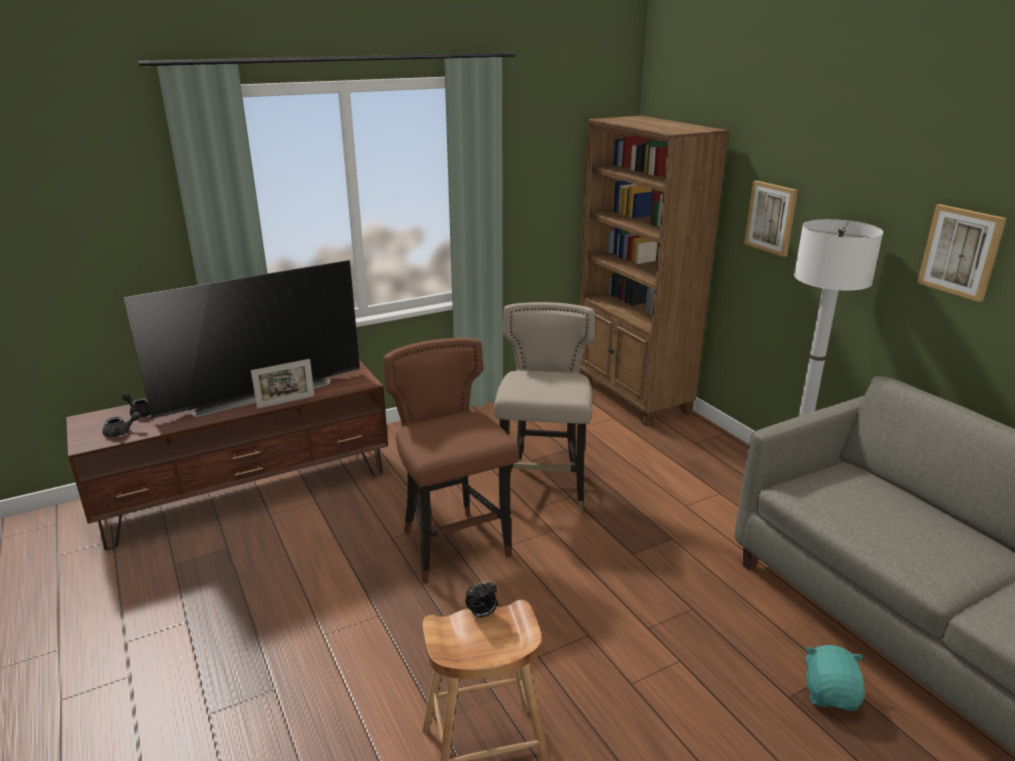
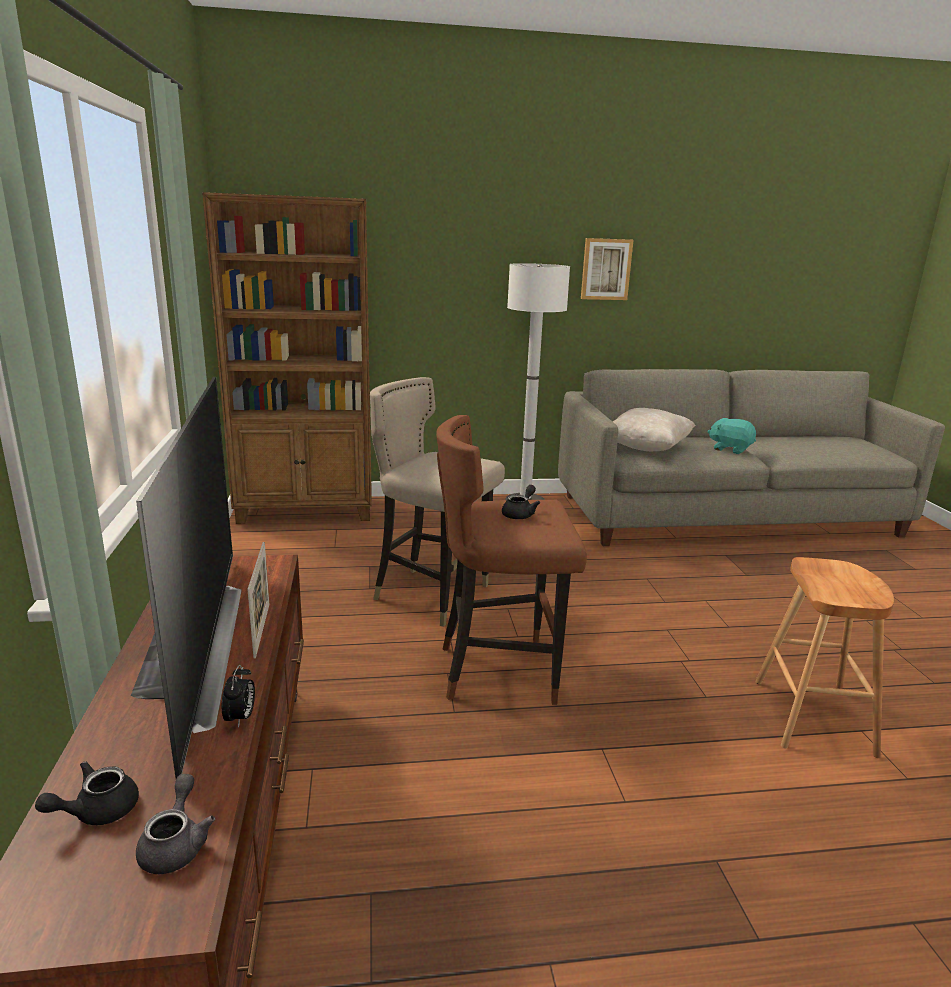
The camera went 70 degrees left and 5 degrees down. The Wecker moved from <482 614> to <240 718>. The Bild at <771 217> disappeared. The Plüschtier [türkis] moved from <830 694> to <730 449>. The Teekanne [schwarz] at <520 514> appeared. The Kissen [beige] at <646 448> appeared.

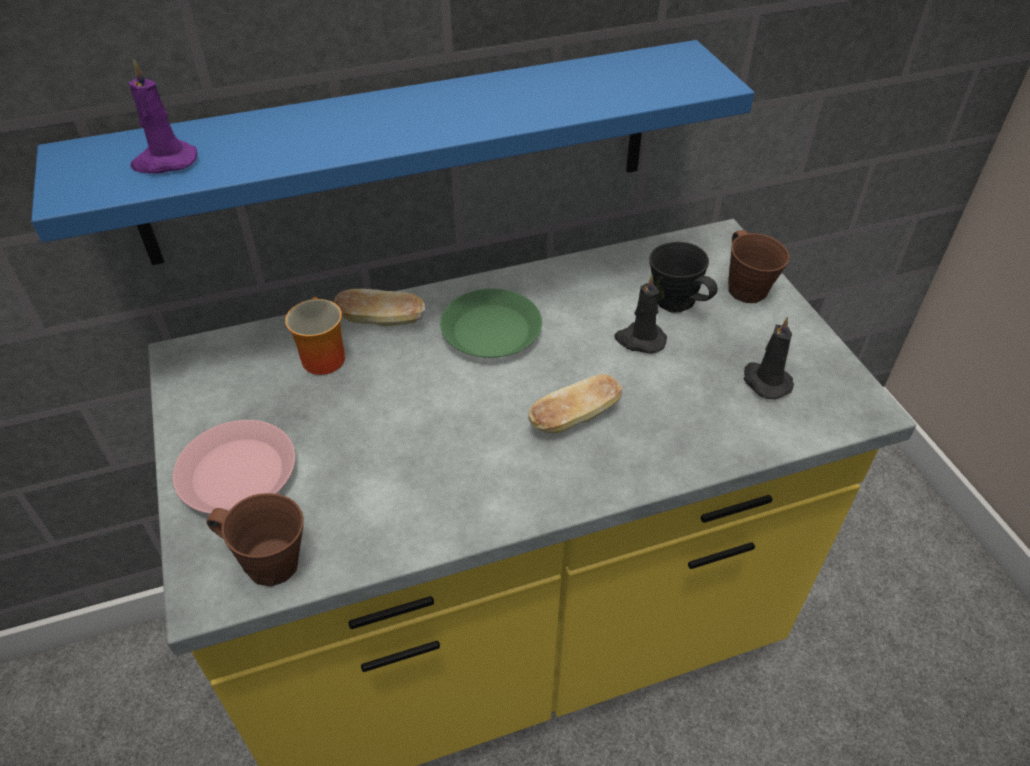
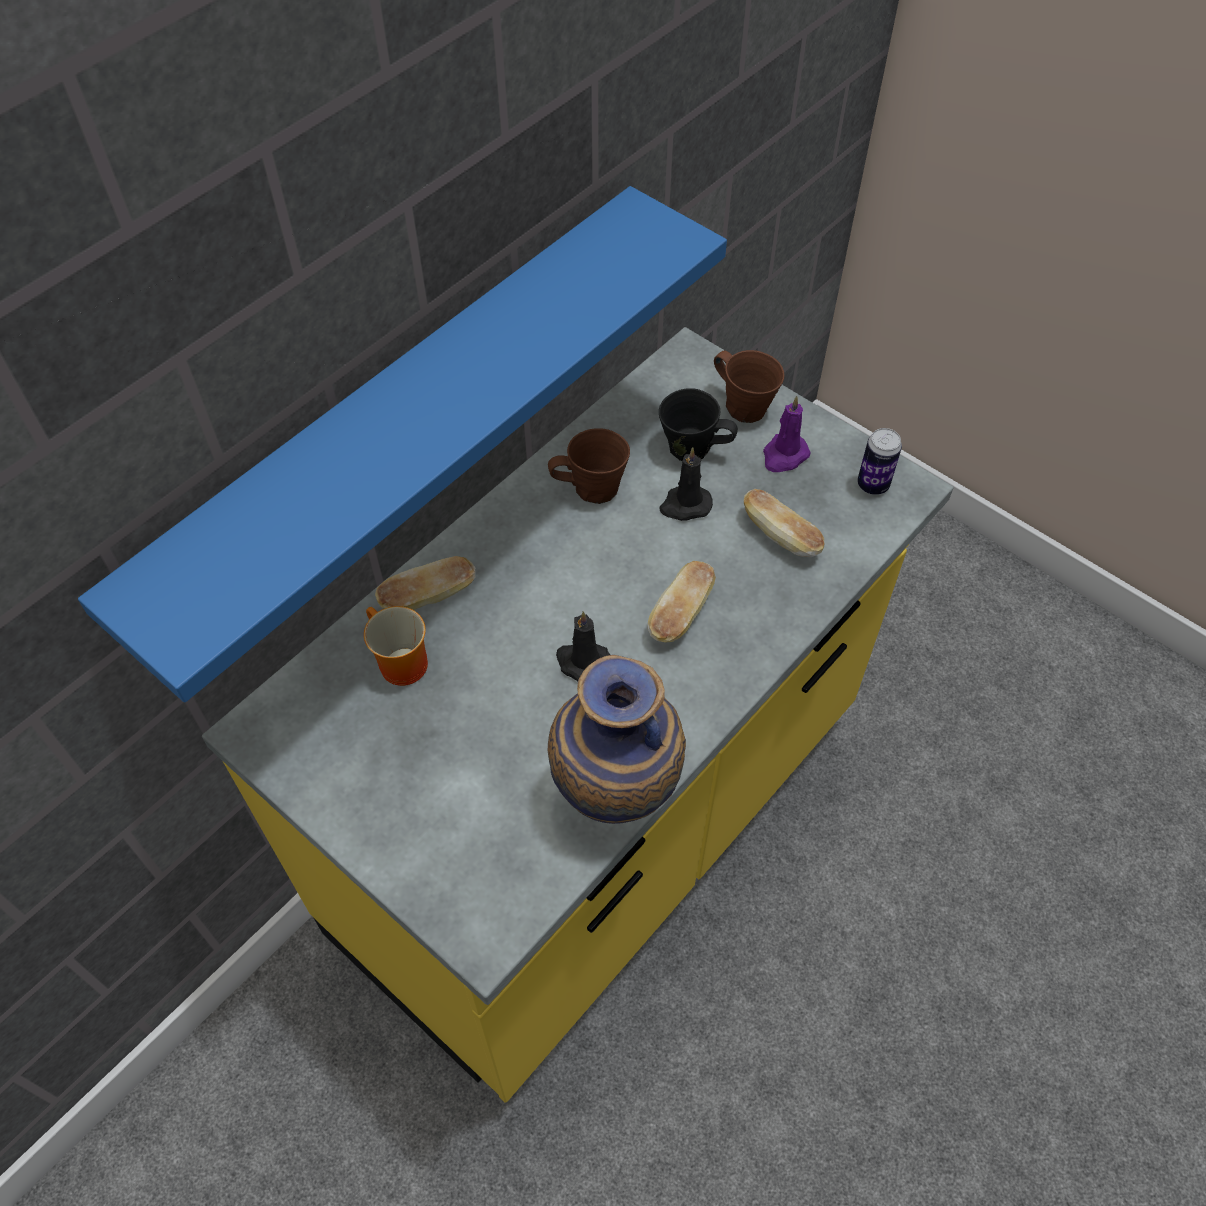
The camera went 30 degrees left and 10 degrees up. The Kerze [lila] moved from <164 162> to <784 456>. The Teller [rosa] at <237 474> disappeared. The Henkelbecher [braun] moved from <270 561> to <593 488>. The Teller [grün] at <491 331> disappeared. The Kerze [schwarz] moved from <765 381> to <582 662>. The Vase at <617 795> appeared. The Brot at <780 535> appeared. The Dose at <873 485> appeared.

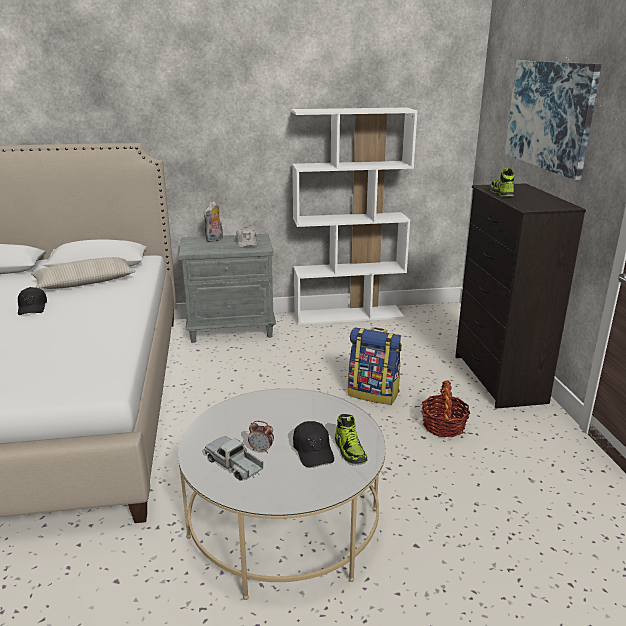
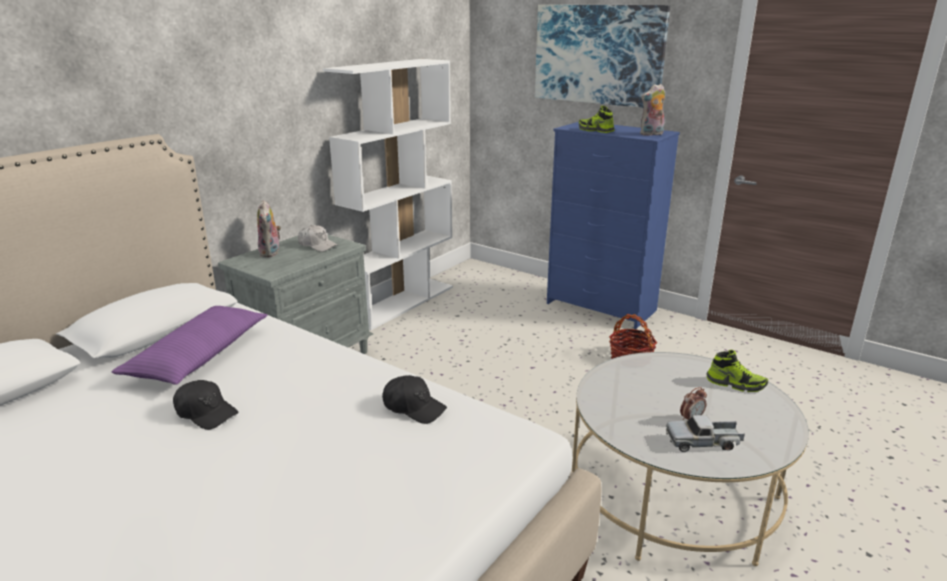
The camera went 45 degrees left and 0 degrees up. The Kissen [beige] at <85 282> became the Kissen [lila] at <199 356>. The Kappe [schwarz] moved from <313 450> to <413 407>. The Rucksack at <374 393> disappeared. The Kommode [schwarz] at <498 379> became the Kommode [blau] at <601 307>. The Plüschtier at <651 134> appeared.

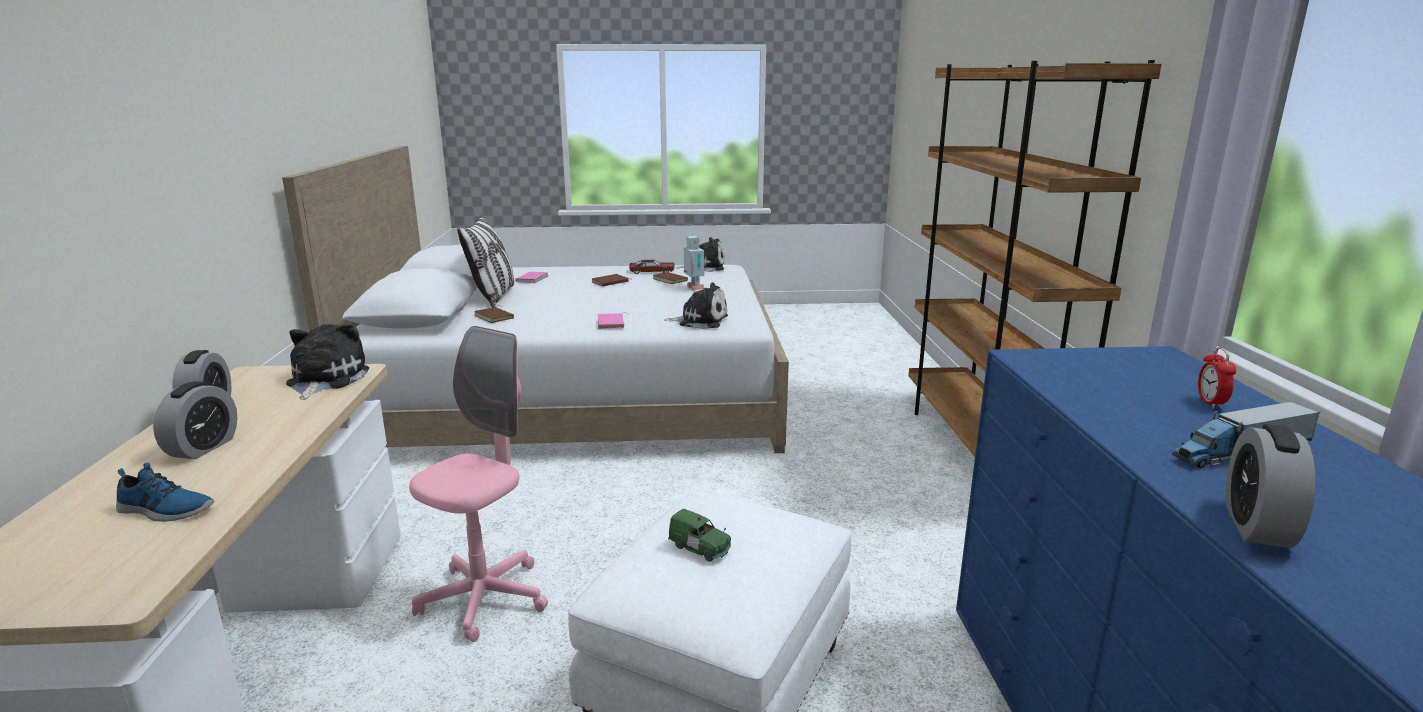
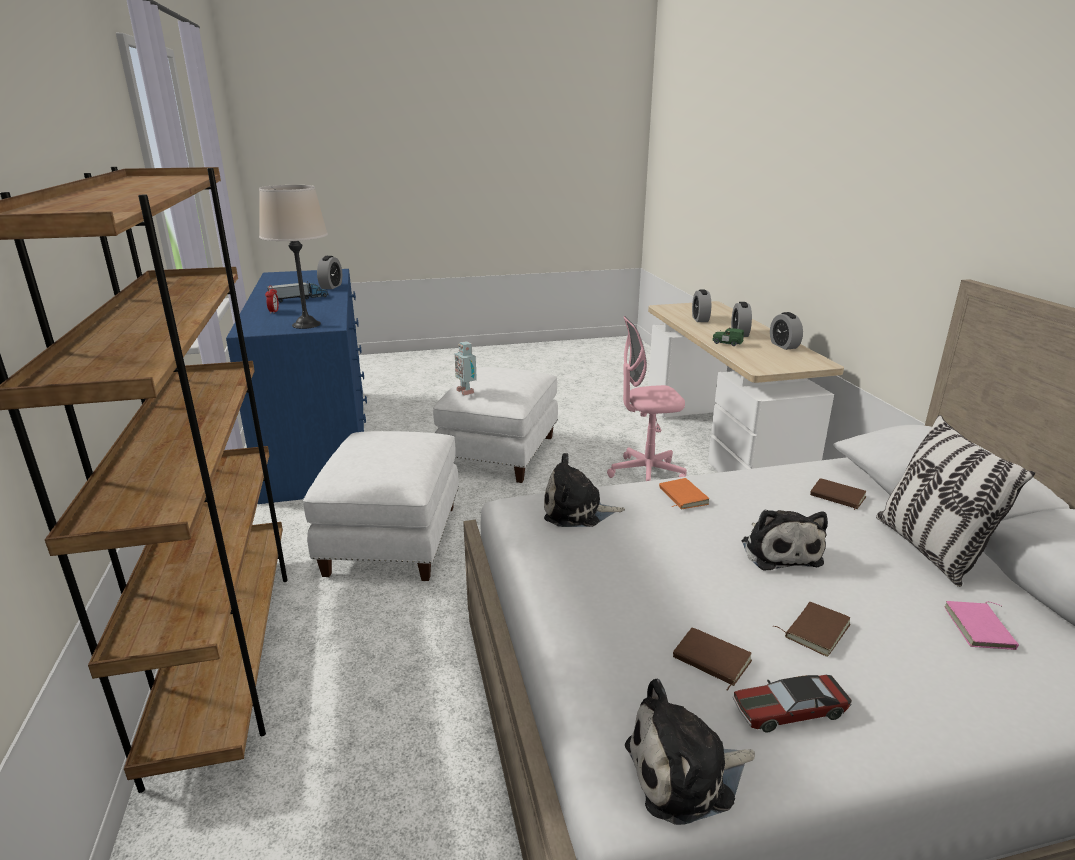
The camera went 170 degrees right and 5 degrees up. The Schuh at <164 510> was replaced by the Wecker at <700 319>. The Plüschtier moved from <325 380> to <779 551>. The Bürostuhl [rosa] at <484 599> turned 60 degrees clockwise. The Buch [rosa] at <612 323> became the Buch [orange] at <681 496>. The Spielzeugauto [grün] moved from <700 548> to <727 343>. The Spielzeugroboter moved from <694 288> to <466 391>. The Tischlampe [beige] at <306 325> appeared. The Polsterhocker [weiß] at <394 540> appeared.

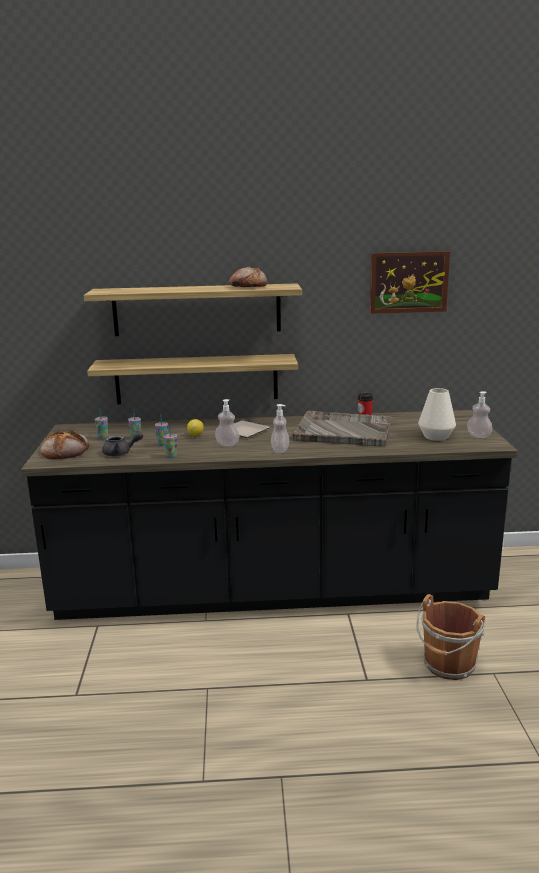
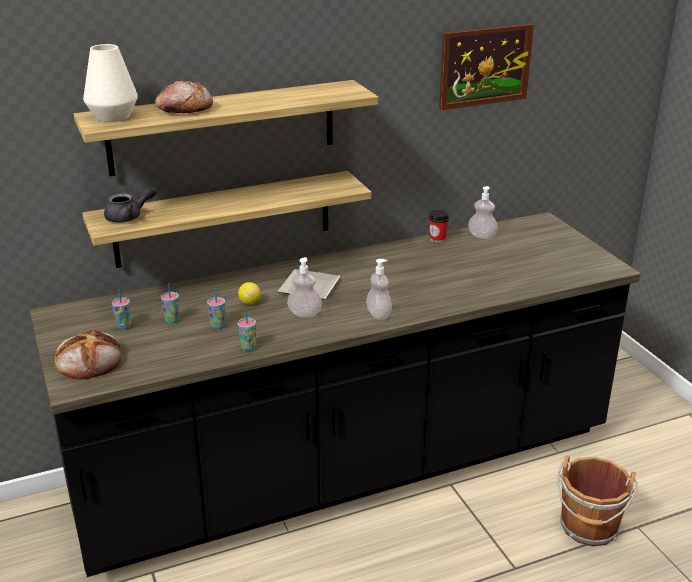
The camera went 20 degrees left and 10 degrees up. The Teekanne [grau] moved from <121 453> to <129 217>. The Brot moved from <248 287> to <184 109>. The Tablett [grau] at <342 431> disappeared. The Vase [weiß] moved from <436 437> to <112 117>. The Seifenspender moved from <478 436> to <482 236>.

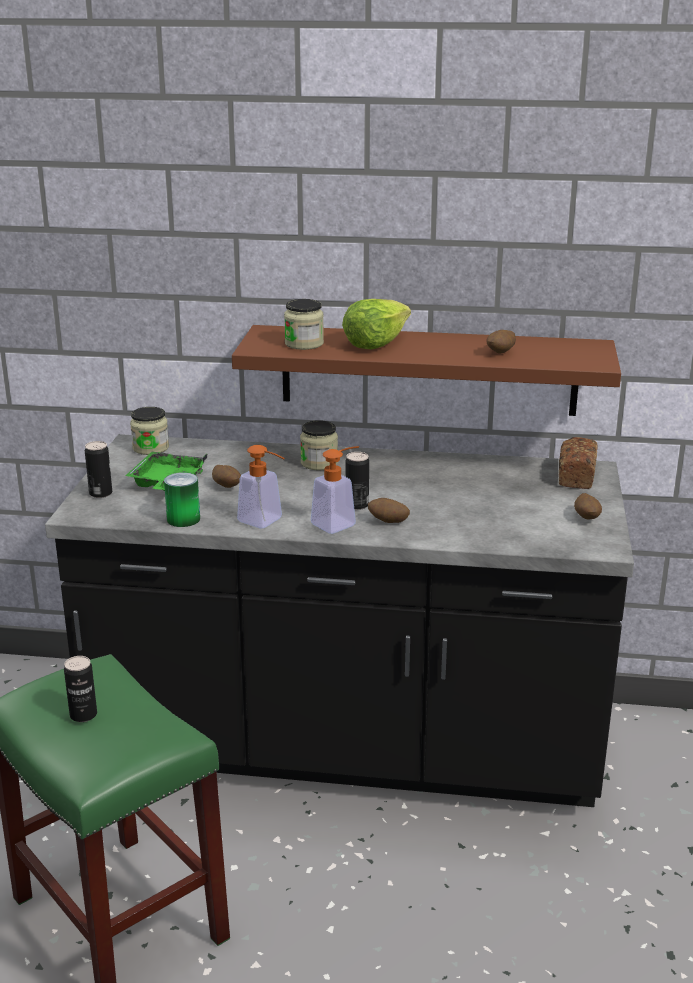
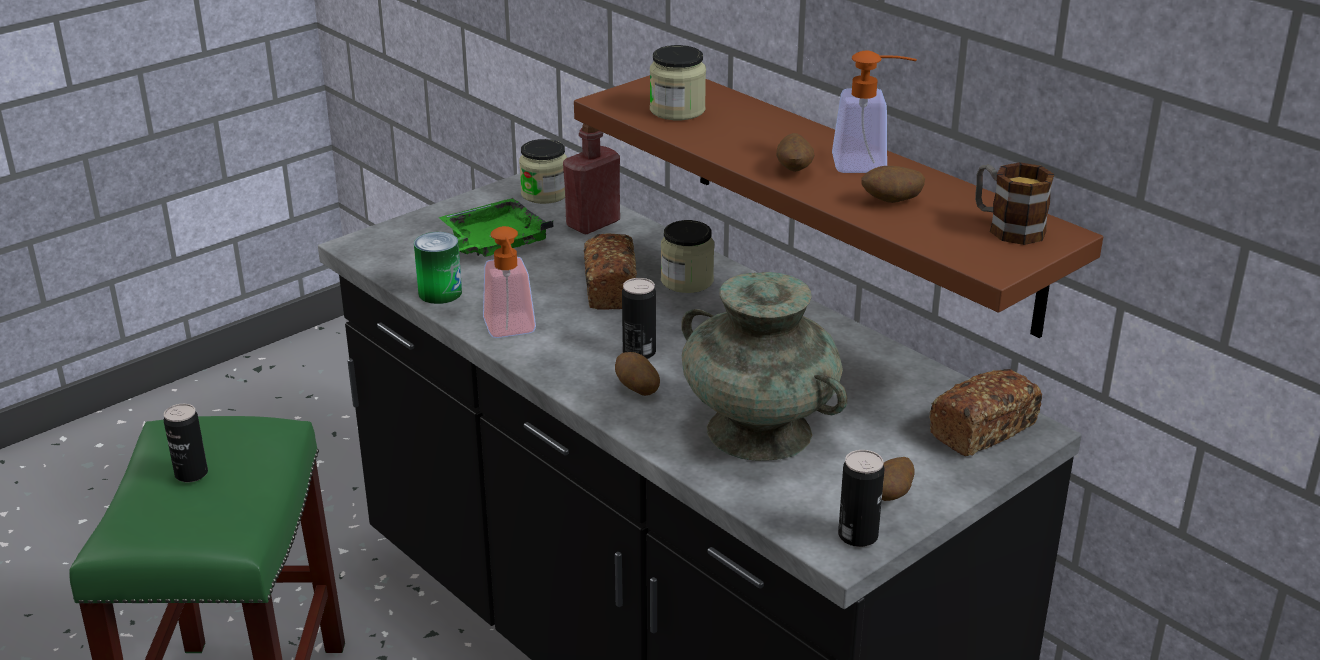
The camera went 40 degrees right and 5 degrees up. The Dose moved from <100 493> to <858 536>. The Kartoffel moved from <227 487> to <794 170>. The Seifenspender moved from <339 522> to <870 164>. The Salatkopf at <375 343> disappeared. The Flasche [rot] at <593 223> appeared. The Brot at <610 289> appeared. The Vase [türkis] at <758 431> appeared. The Henkelbecher at <1007 227> appeared.

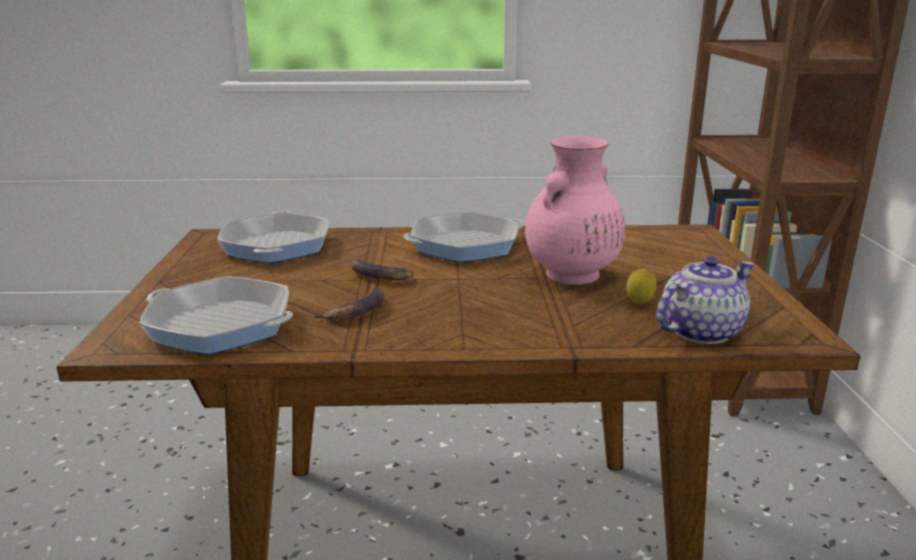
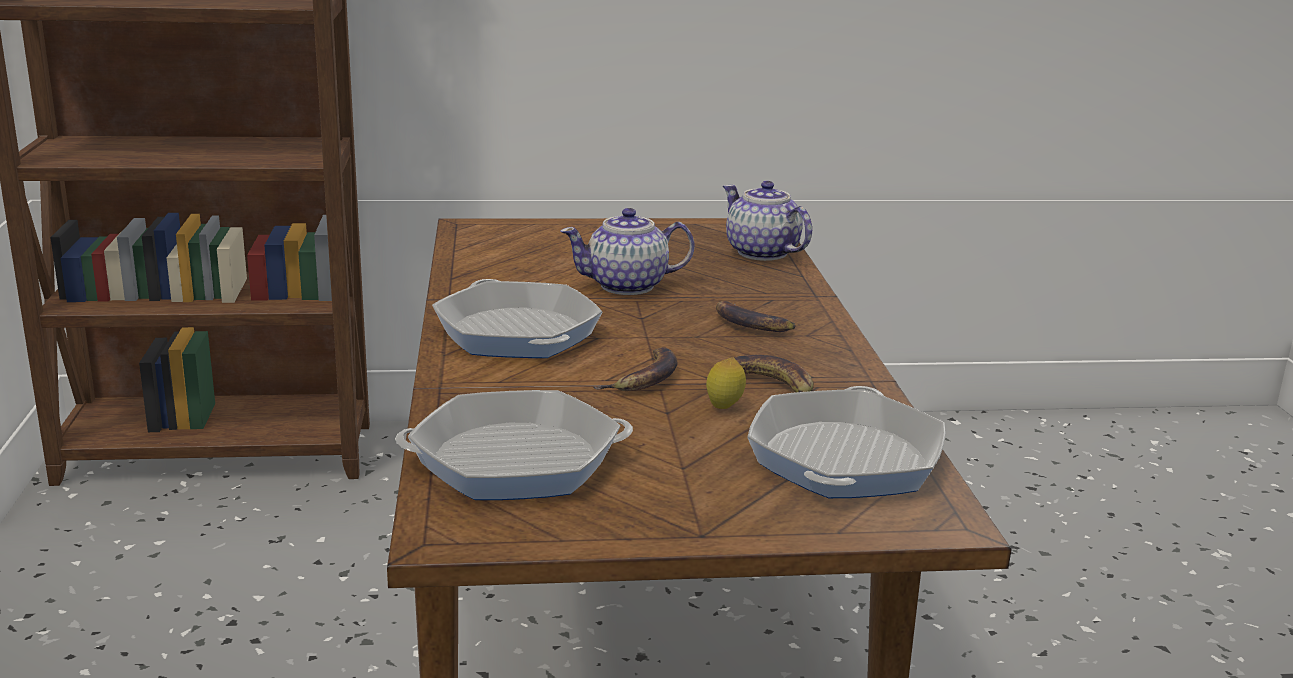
The camera went 95 degrees left and 0 degrees up. The Vase [rosa] at <571 275> was replaced by the Teekanne at <628 286>. The Zitrone moved from <639 304> to <724 408>. The Banane at <751 324> appeared.

